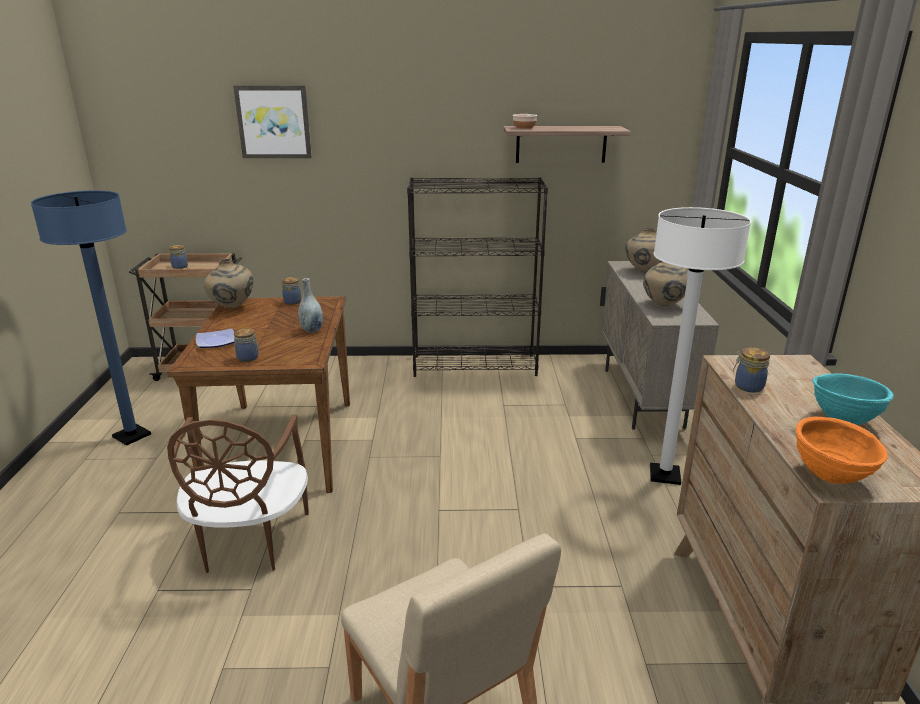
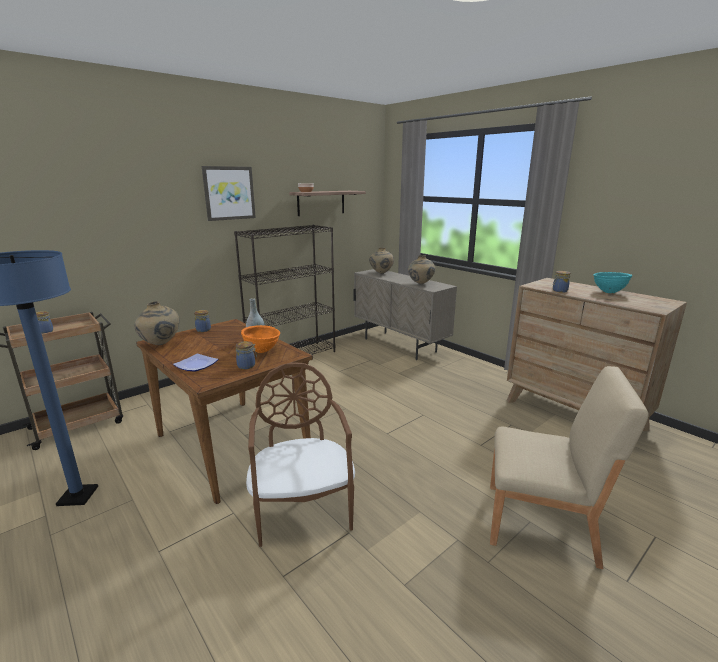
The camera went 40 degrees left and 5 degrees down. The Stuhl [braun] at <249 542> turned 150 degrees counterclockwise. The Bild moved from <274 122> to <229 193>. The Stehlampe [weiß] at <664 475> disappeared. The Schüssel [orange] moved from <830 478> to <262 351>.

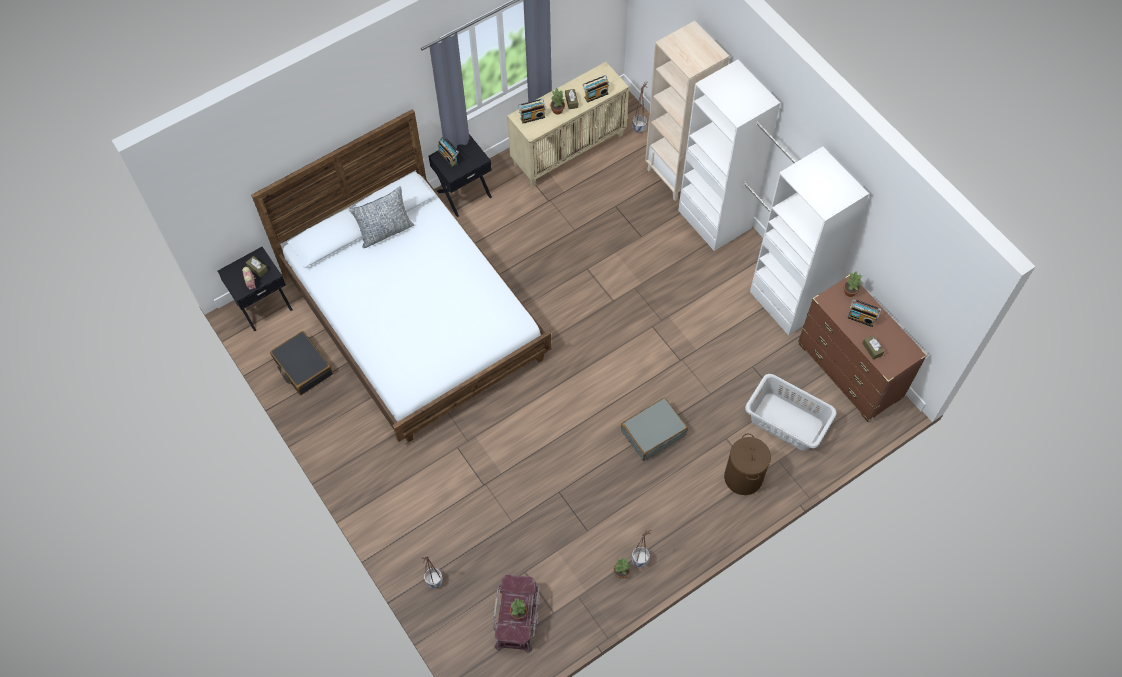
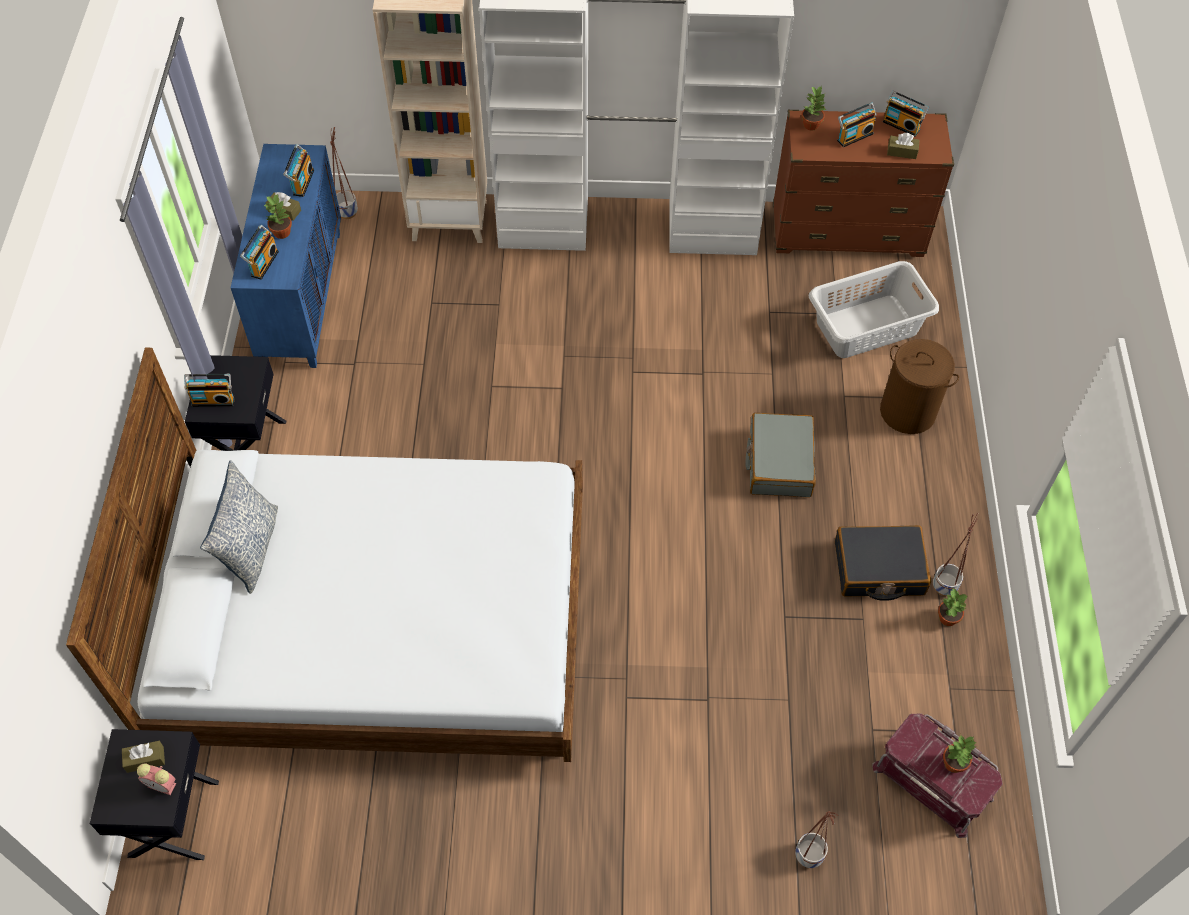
The camera went 55 degrees left and 5 degrees down. The Koffer [schwarz] moved from <303 367> to <878 569>. The Schrank [beige] at <568 149> became the Schrank [blau] at <301 297>. The Radio at <902 125> appeared.

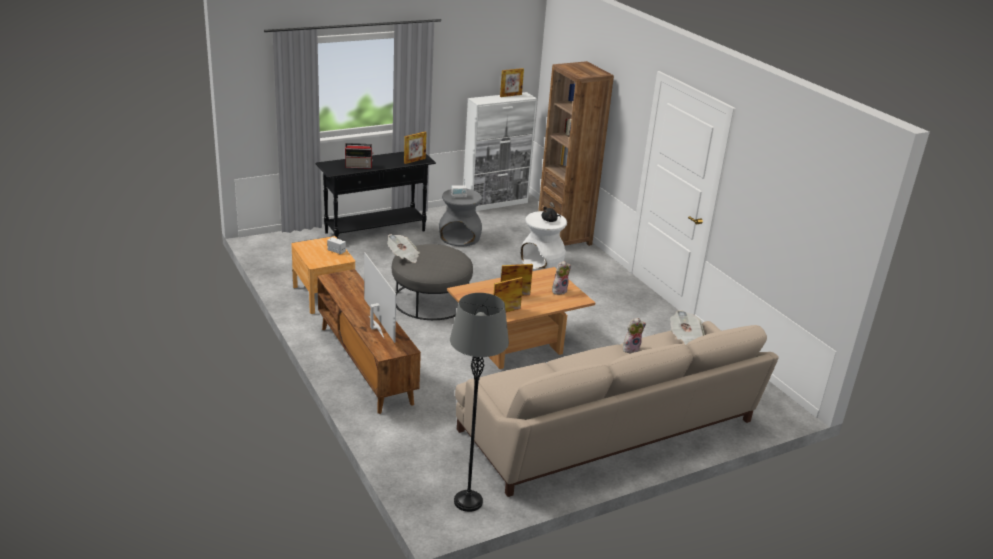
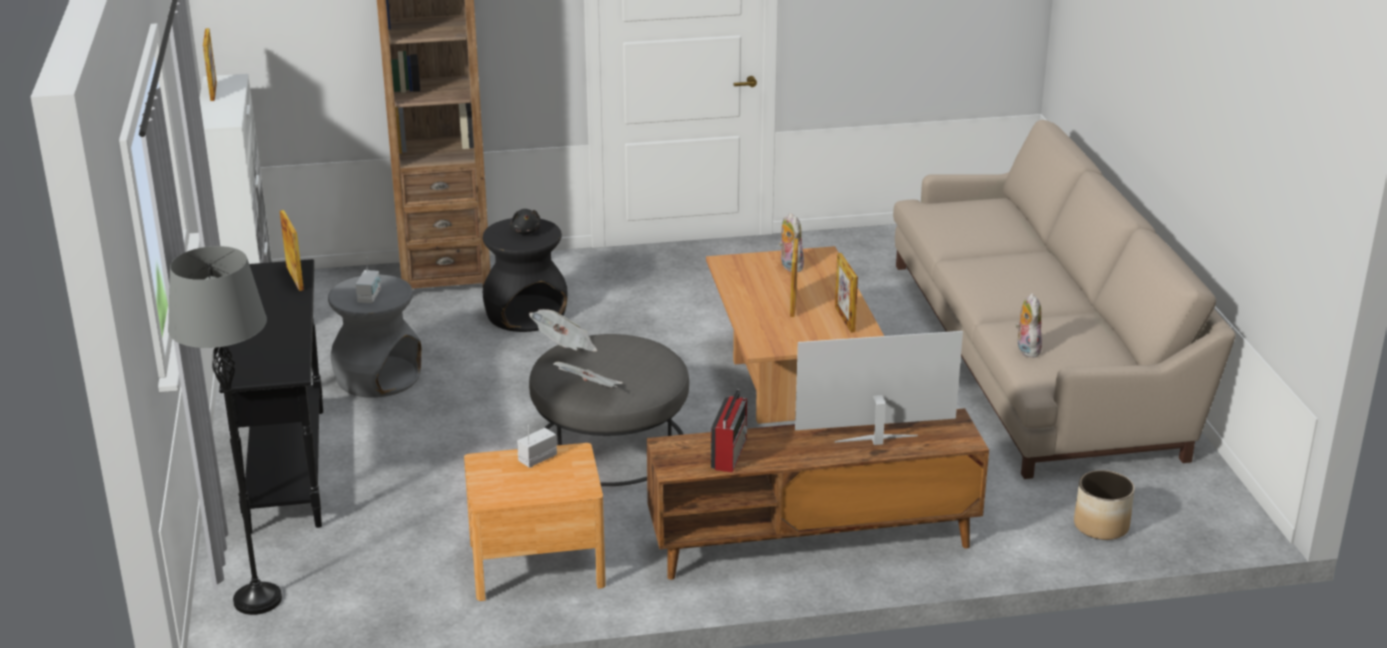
The camera went 70 degrees left and 0 degrees up. The Radio moved from <359 166> to <730 453>. The Stehlampe [grau] moved from <468 501> to <258 600>. The Hocker [weiß] at <542 262> became the Hocker [schwarz] at <526 314>. The Plüschtier moved from <631 349> to <1026 349>. The Zeitung moved from <686 338> to <565 346>. The Pflanzkübel at <1101 526> appeared.

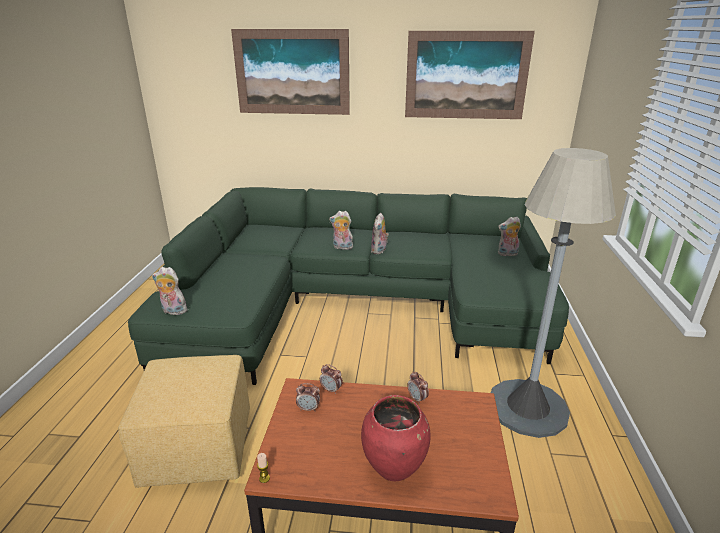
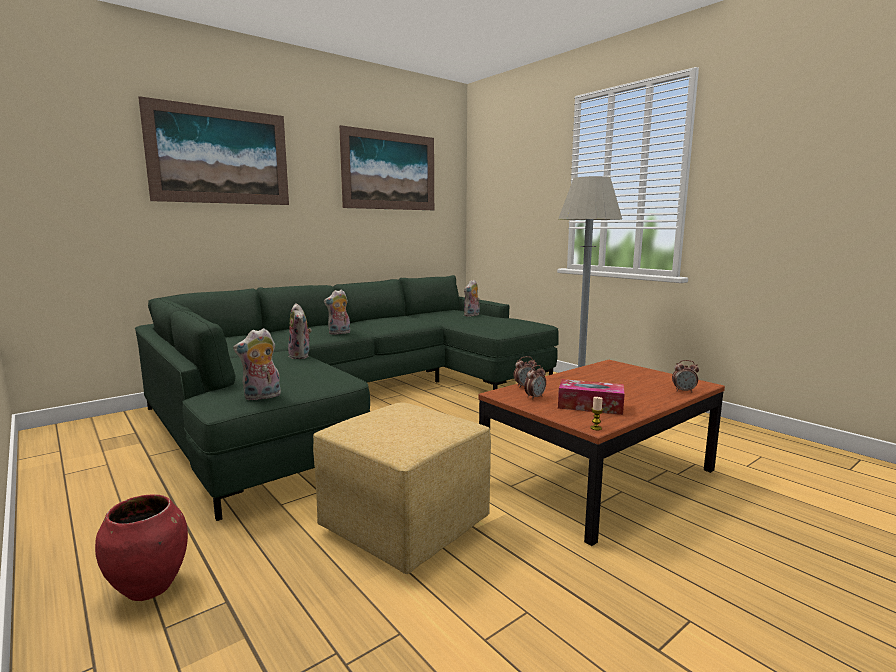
The camera went 45 degrees left and 15 degrees down. The Vase [rot] moved from <394 468> to <150 588>. The Plüschtier moved from <379 251> to <301 356>. The Wecker moved from <417 399> to <684 391>. The Taschentuchbox at <590 406> appeared.

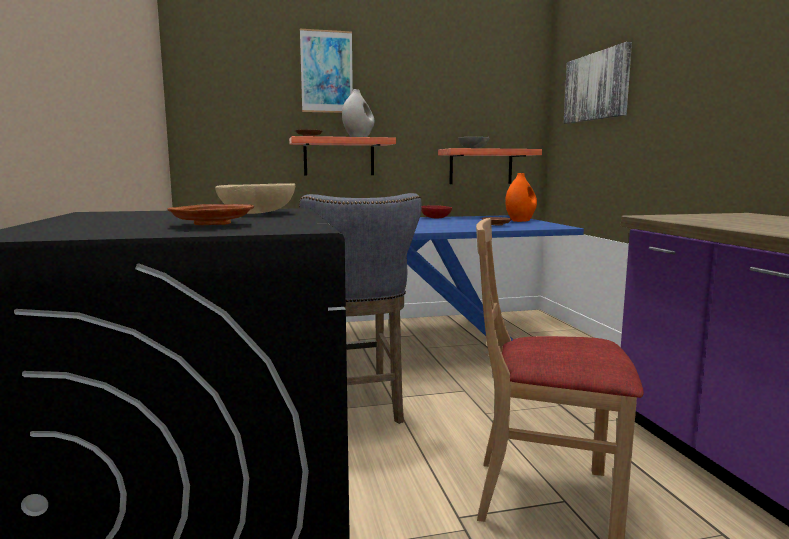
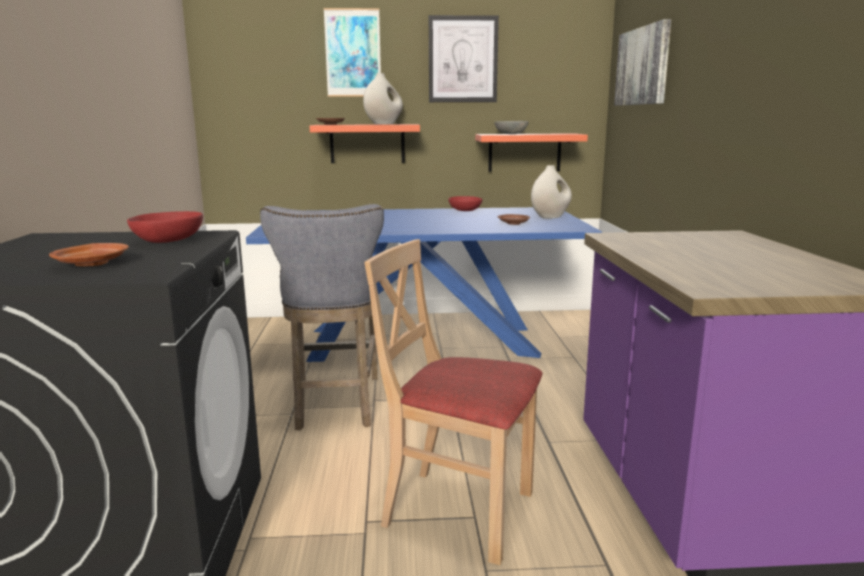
The camera went 10 degrees right and 5 degrees up. The Schüssel [beige] at <256 213> became the Schüssel [rot] at <168 240>. The Vase [orange] at <520 220> became the Vase [weiß] at <550 217>. The Bild at <463 59> appeared.

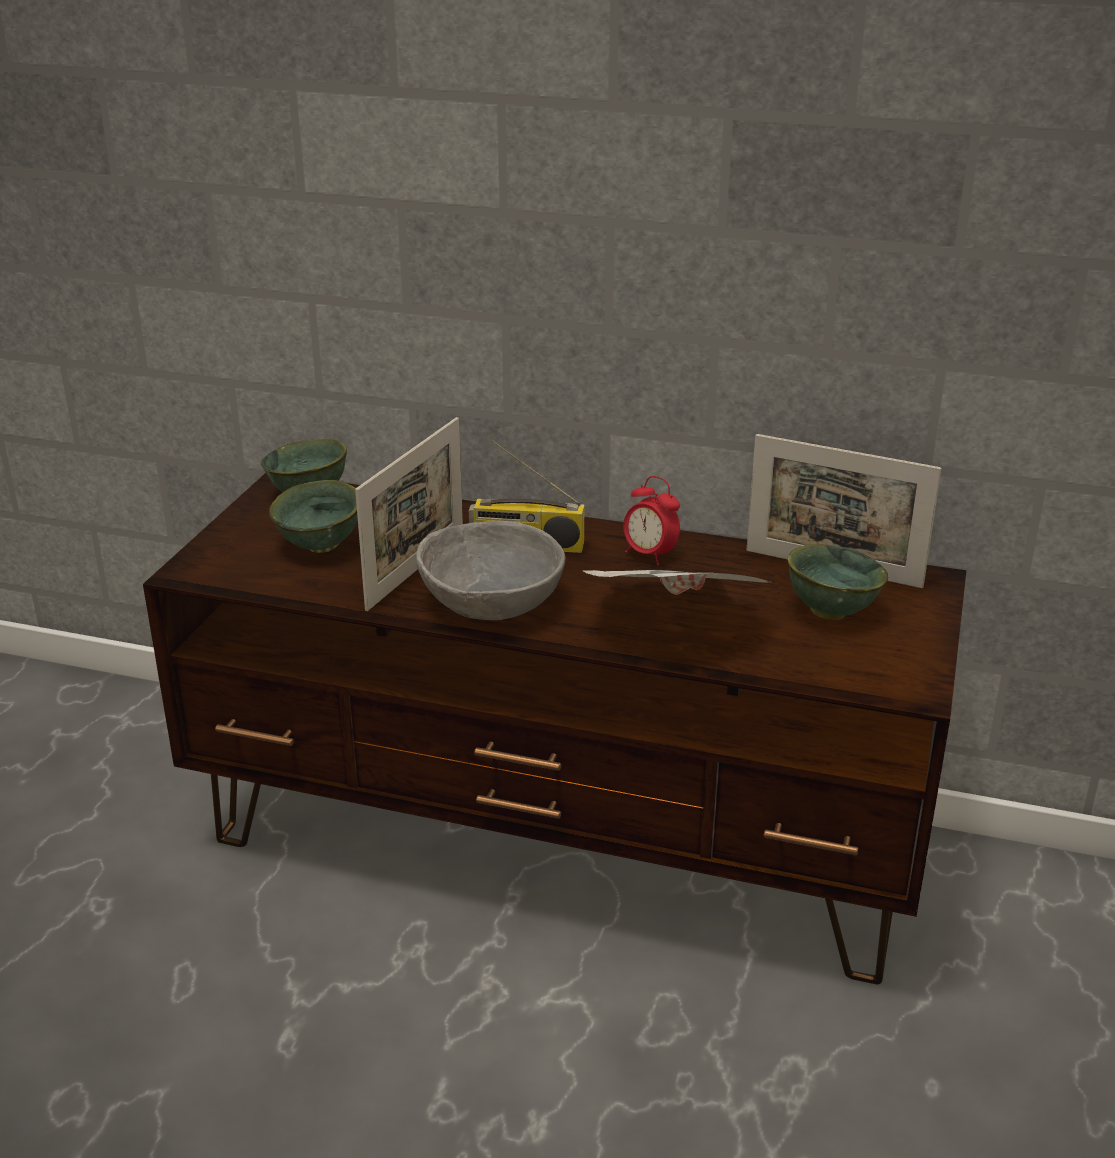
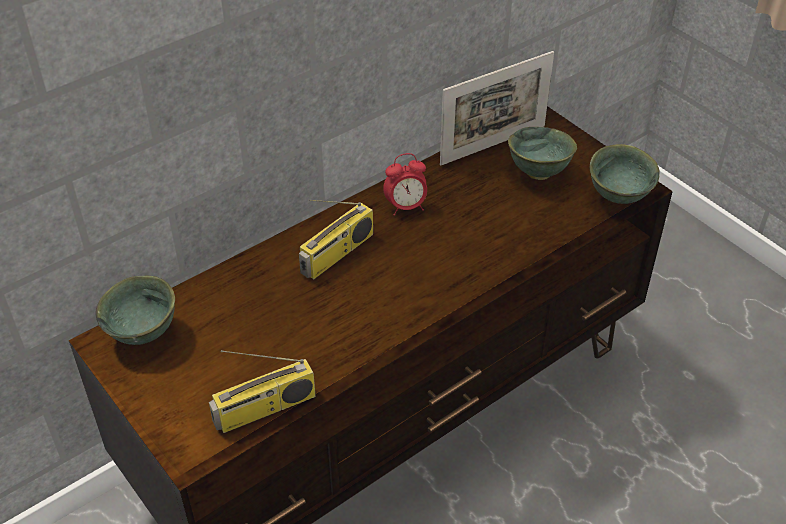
The camera went 55 degrees left and 15 degrees up. The Schüssel [grün] moved from <322 547> to <619 196>. The Bilderrahmen at <416 569> disappeared. The Schüssel [grau] at <490 602> disappeared. The Zeitung at <676 620> disappeared. The Radio at <264 410> appeared.

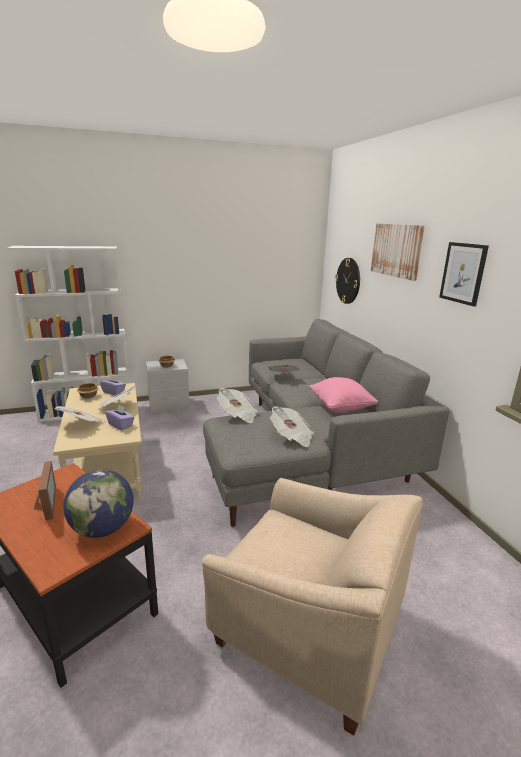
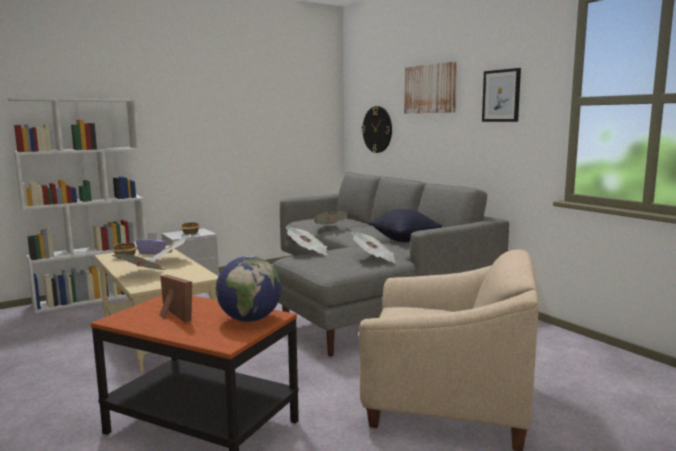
The camera went 15 degrees left and 10 degrees down. The Taschentuchbox [lila] at <121 425> disappeared. The Kissen [rosa] at <341 408> became the Kissen [schwarz] at <404 240>.

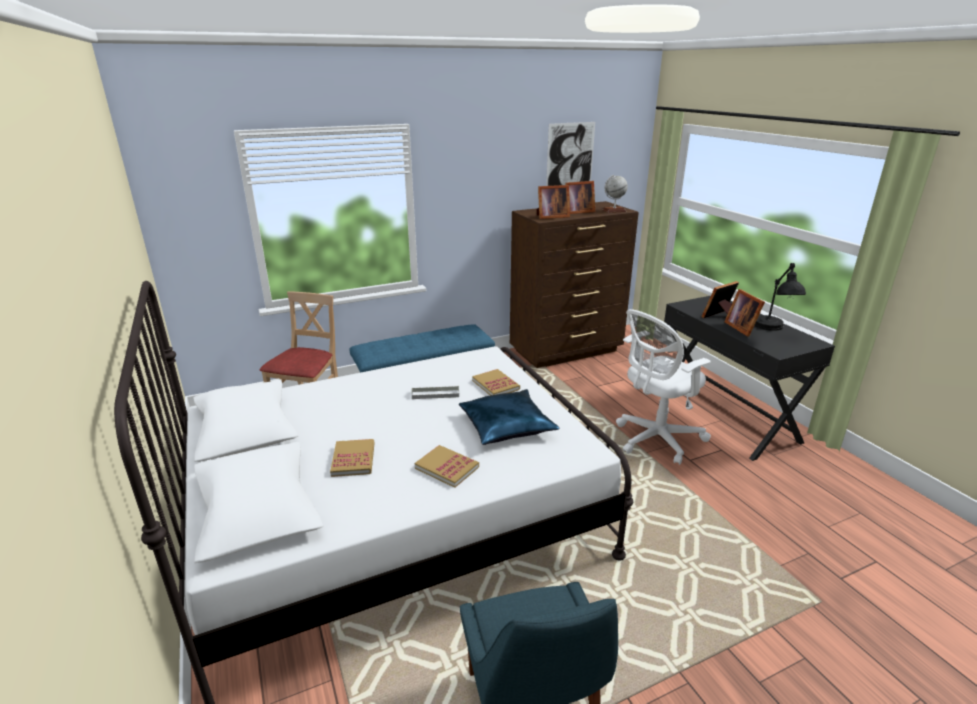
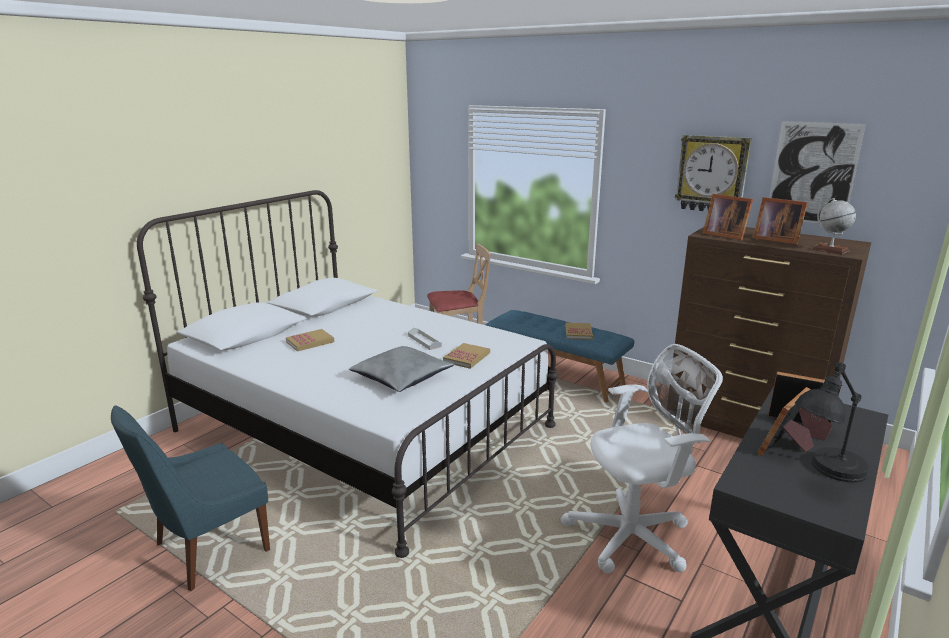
The camera went 60 degrees right and 5 degrees down. The Buch moved from <447 467> to <578 332>. The Kissen [blau] at <506 425> became the Kissen [grau] at <402 377>. The Bürostuhl [weiß] at <655 440> turned 135 degrees clockwise. The Wanduhr at <712 174> appeared.

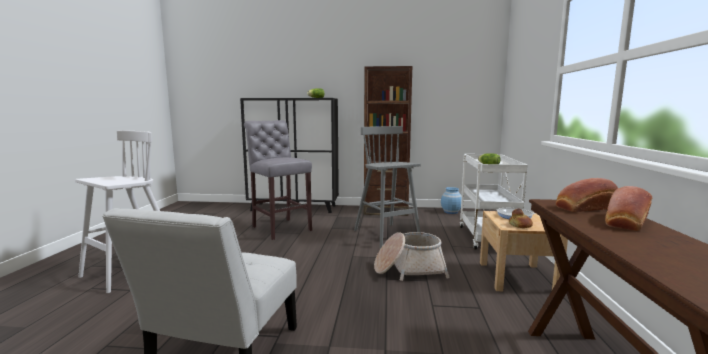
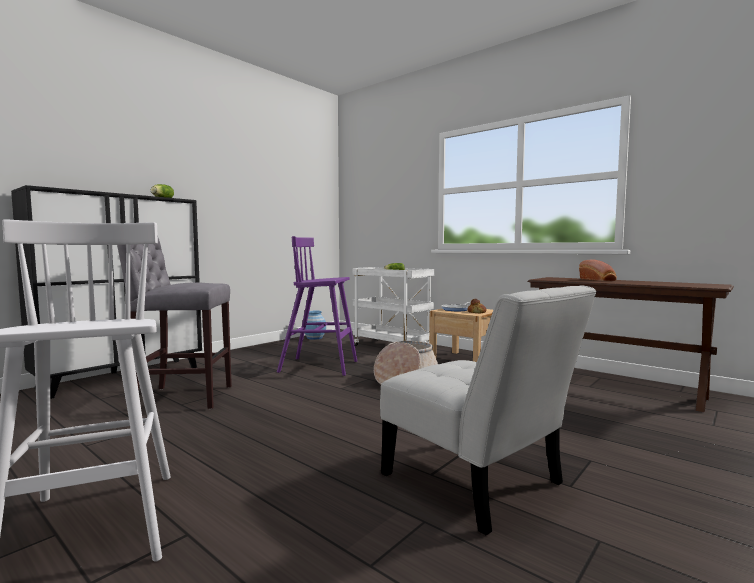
The camera went 55 degrees left and 5 degrees down. The Hocker [grau] at <387 236> became the Hocker [lila] at <320 366>. The Bücherregal [braun] at <386 211> disappeared. The Brot at <582 208> disappeared.

